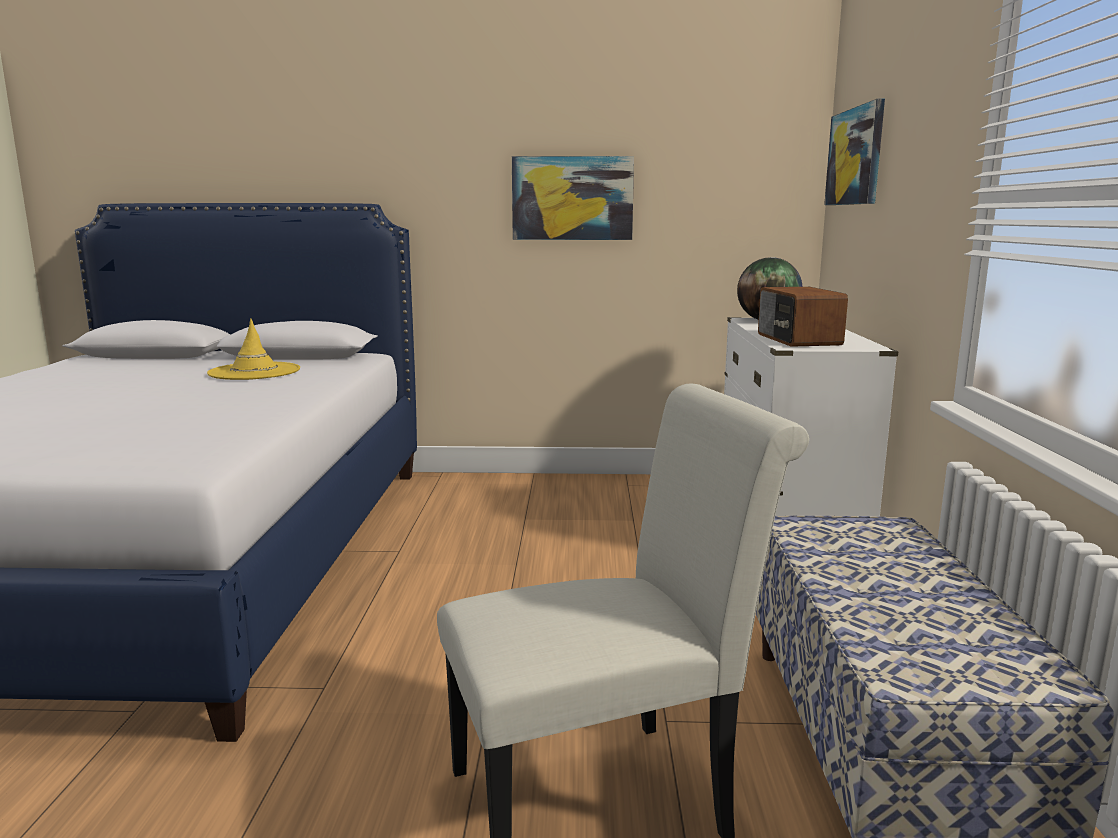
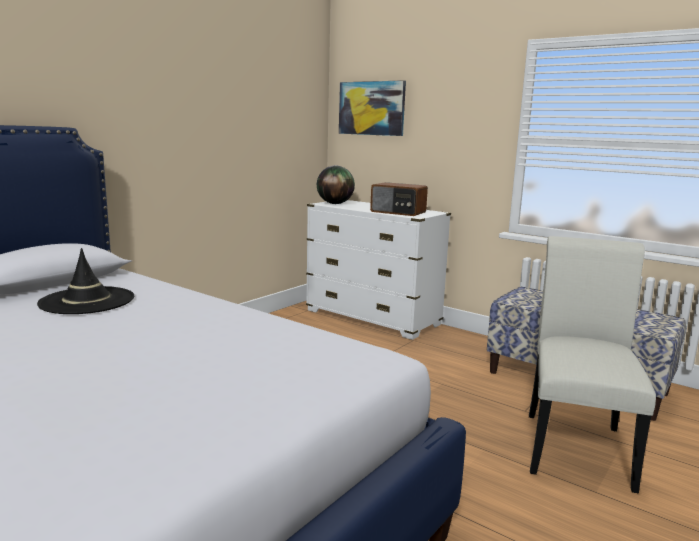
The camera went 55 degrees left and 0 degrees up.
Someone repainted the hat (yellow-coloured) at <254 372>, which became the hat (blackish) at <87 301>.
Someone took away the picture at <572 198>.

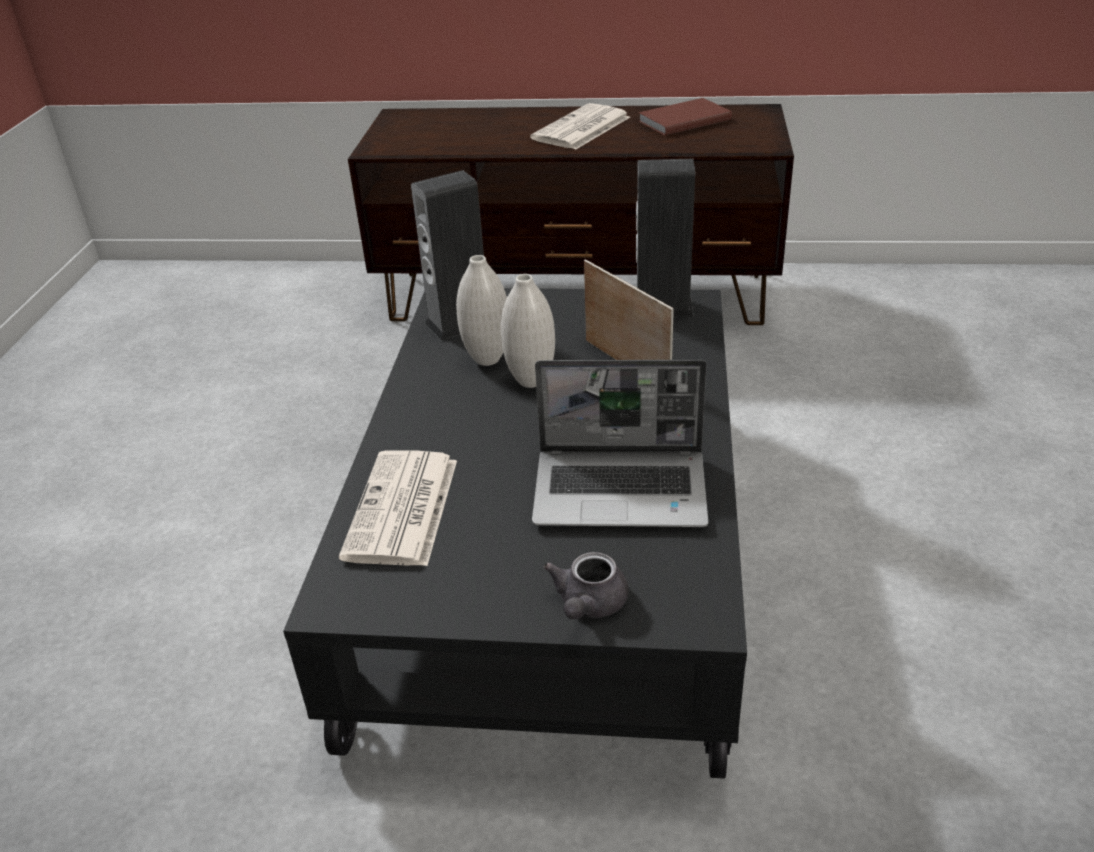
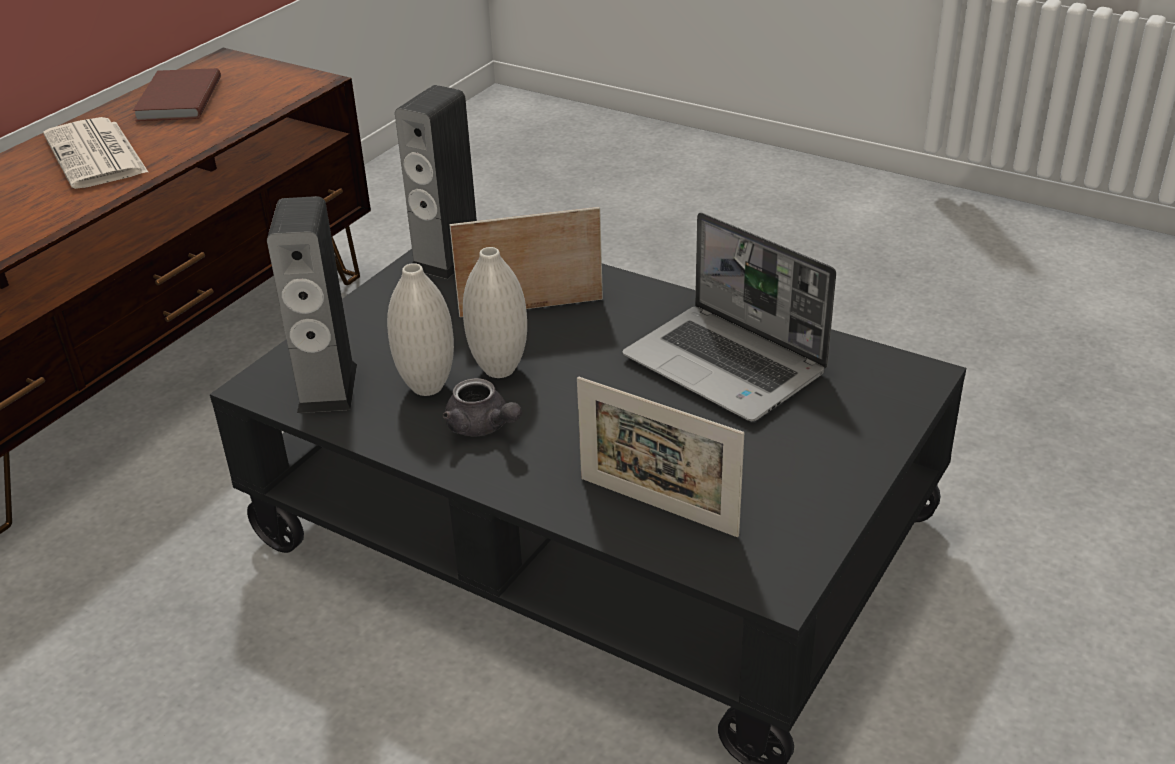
The camera went 65 degrees left and 0 degrees up.
Someone carried the pot for tea (grey) from <588 605> to <482 427>.
Someone swapped the printed paper at <402 510> for the photo frame at <657 506>.
Someone rotated the notebook computer at <622 490> by 105 degrees clockwise.

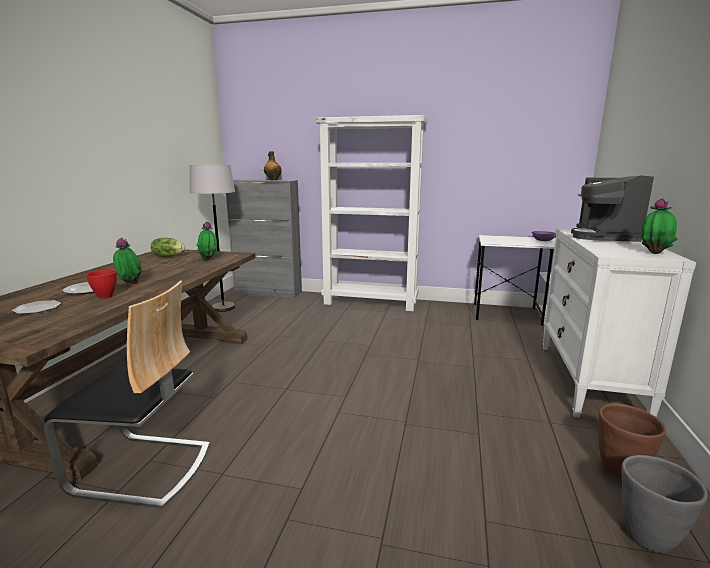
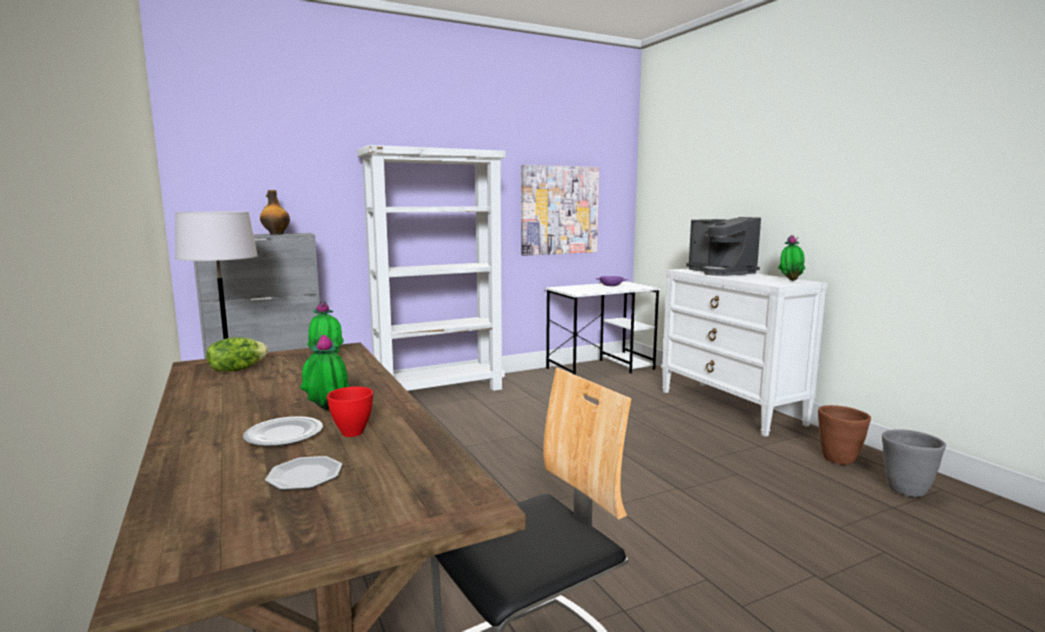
The camera went 40 degrees left and 5 degrees down.
Someone put up the picture at <559 210>.

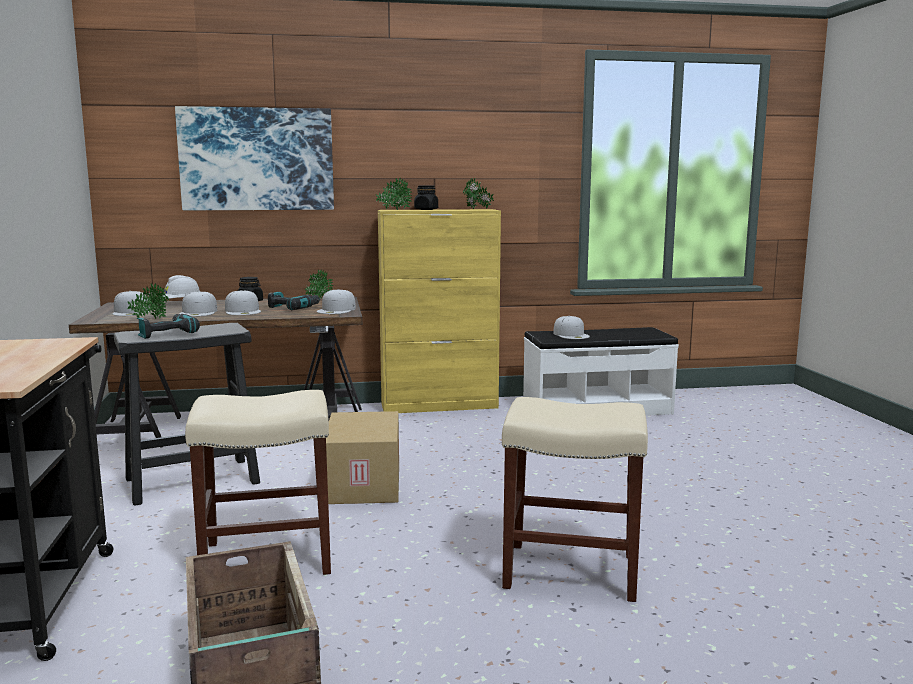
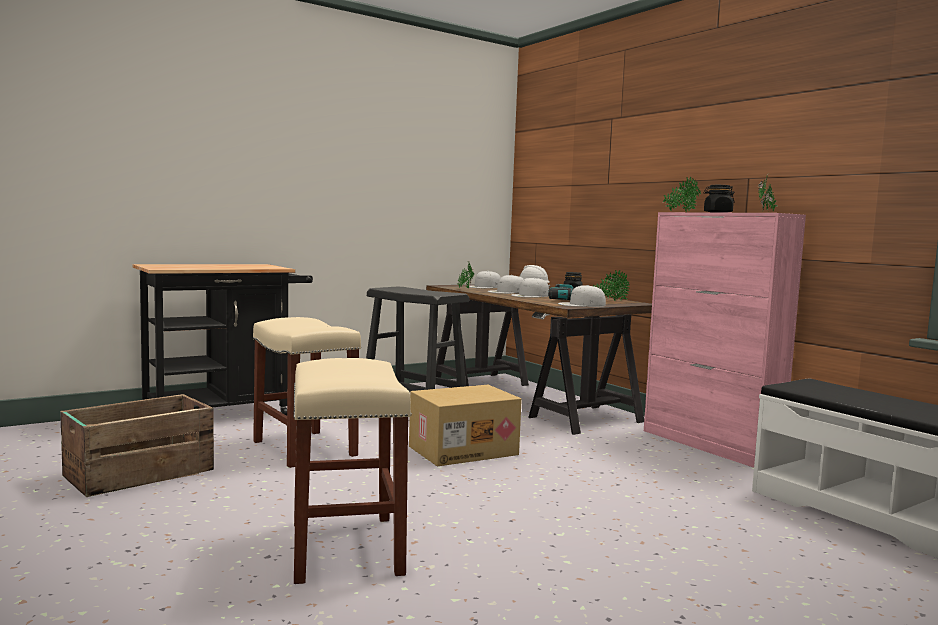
The camera went 65 degrees right and 5 degrees down.
Someone repainted the cupboard (yellow-coloured) at <440 406>, which became the cupboard (pink) at <709 445>.
Someone took away the power drill at <166 333>.
Someone took away the picture at <257 159>.
Someone took away the peaked cap (whitish) at <571 335>.

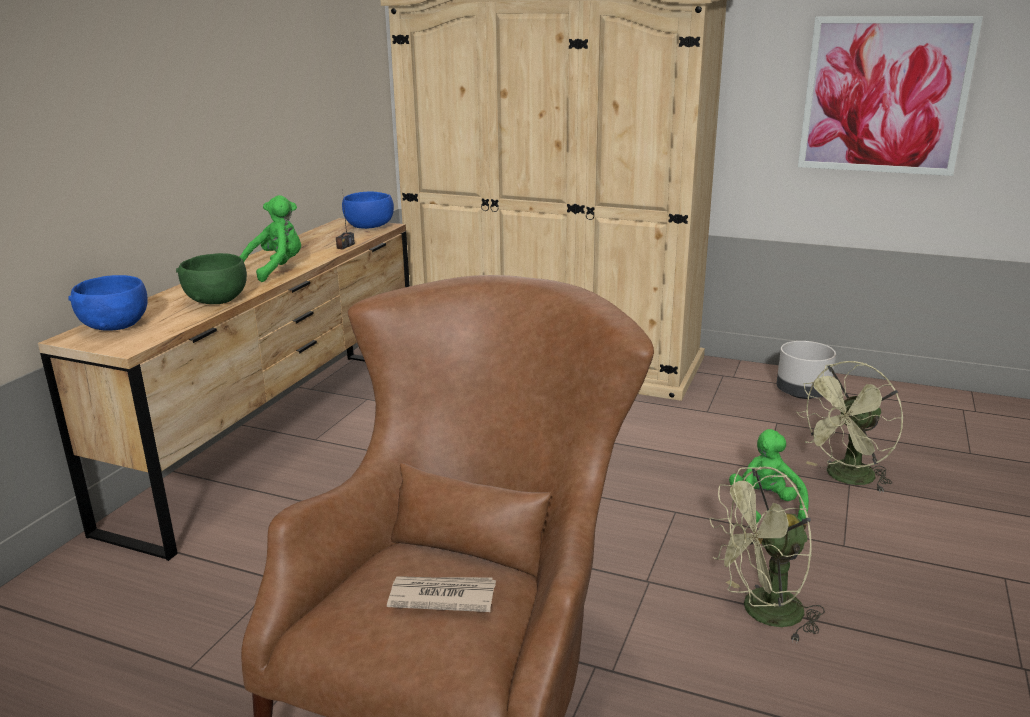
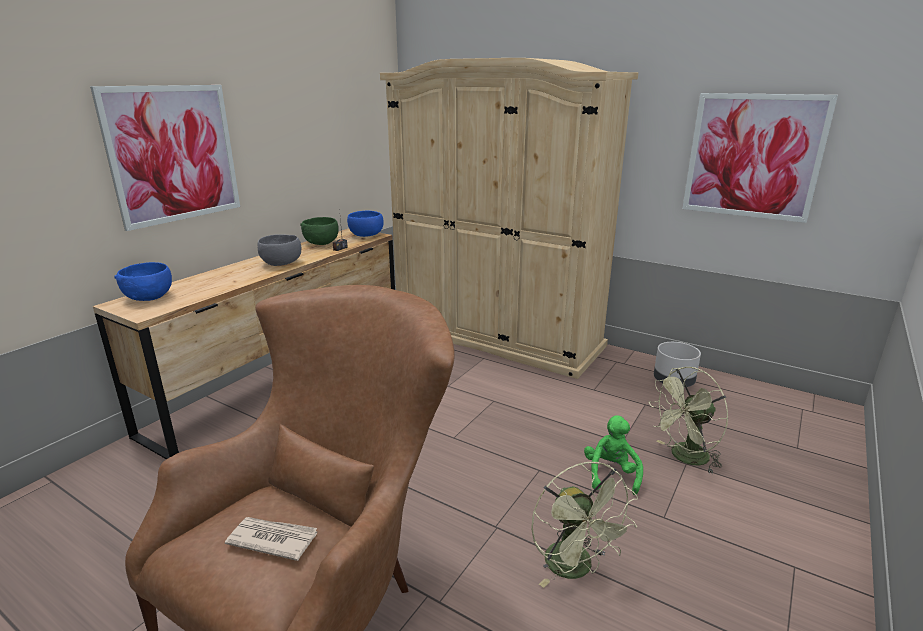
The camera went 10 degrees right and 0 degrees up.
Someone put up the picture at <174 154>.
Someone swapped the soft toy (greenish) at <276 270> for the deep dish (grey) at <282 263>.
Someone carried the deep dish (greenish) from <217 300> to <321 243>.
Someone rotated the electric fan (greenish) at <762 613> by 105 degrees counterclockwise.

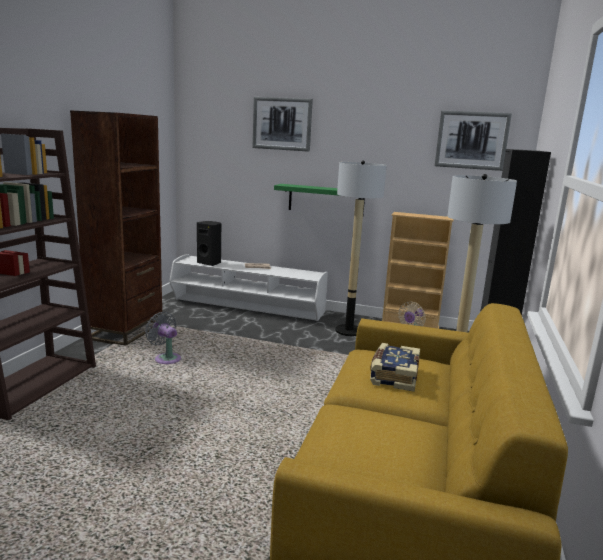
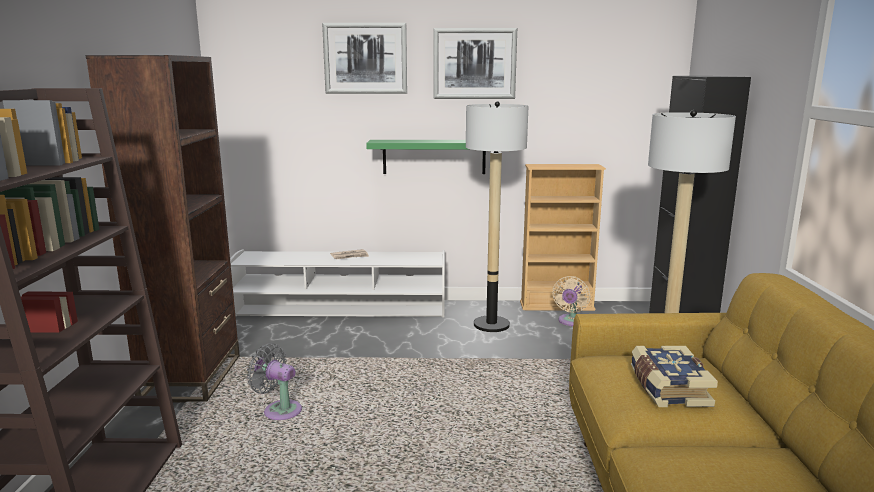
The camera went 15 degrees left and 0 degrees up.
Someone carried the picture from <471 140> to <474 63>.
Someone took away the speaker (blackish) at <209 263>.

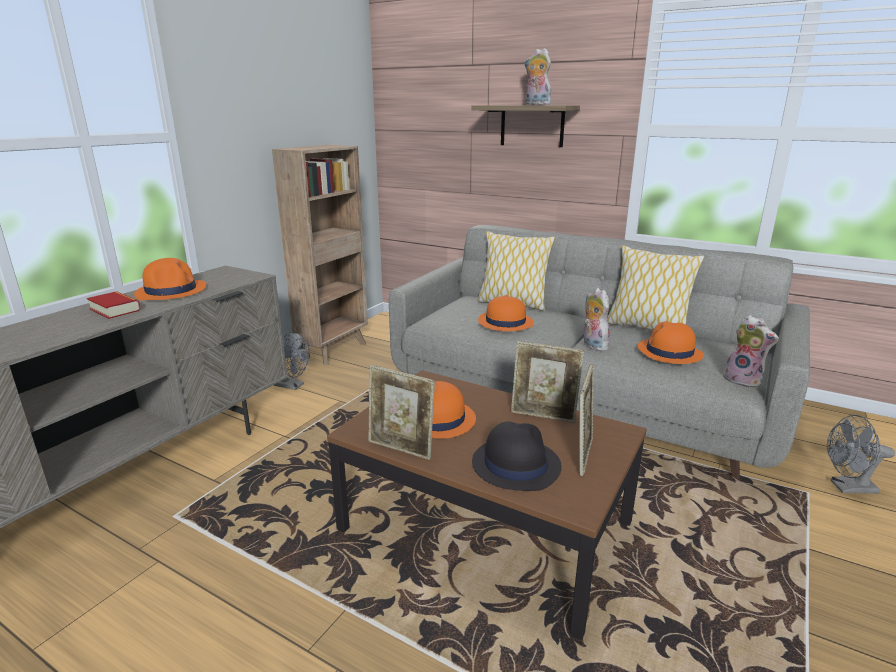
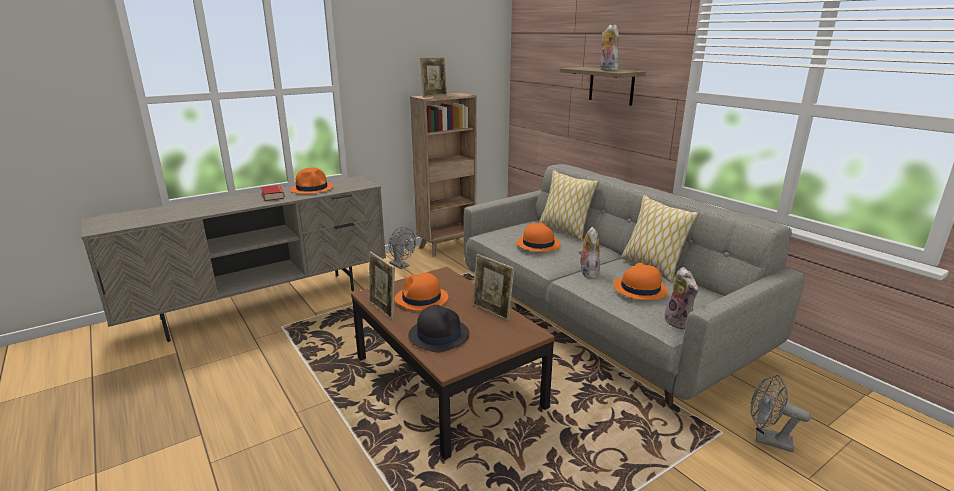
The camera went 25 degrees right and 0 degrees up.
Someone carried the photo frame from <582 455> to <434 96>.

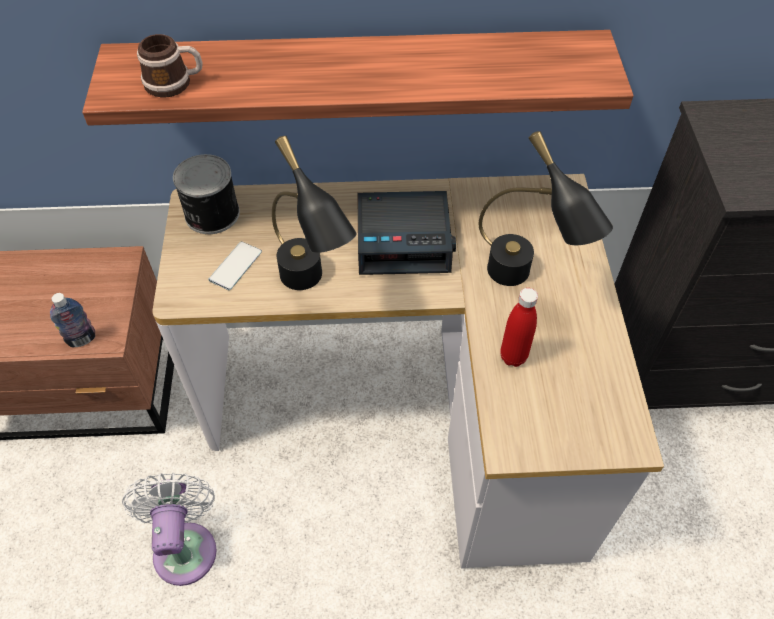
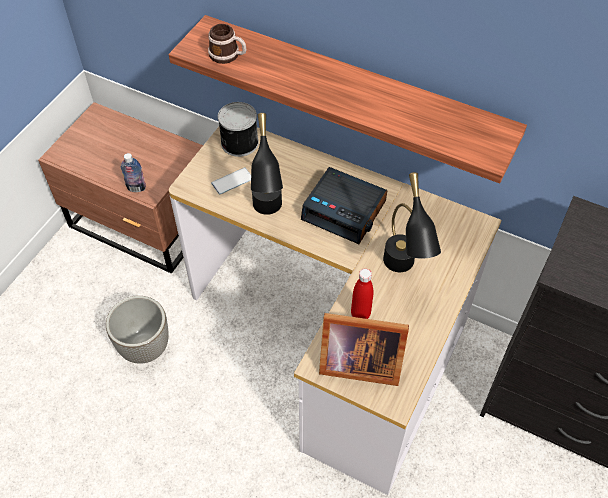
The camera went 30 degrees right and 0 degrees up.
Someone swapped the electric fan (whitish) at <185 546> for the flower pot at <144 347>.
Someone put down the photo frame at <357 362>.

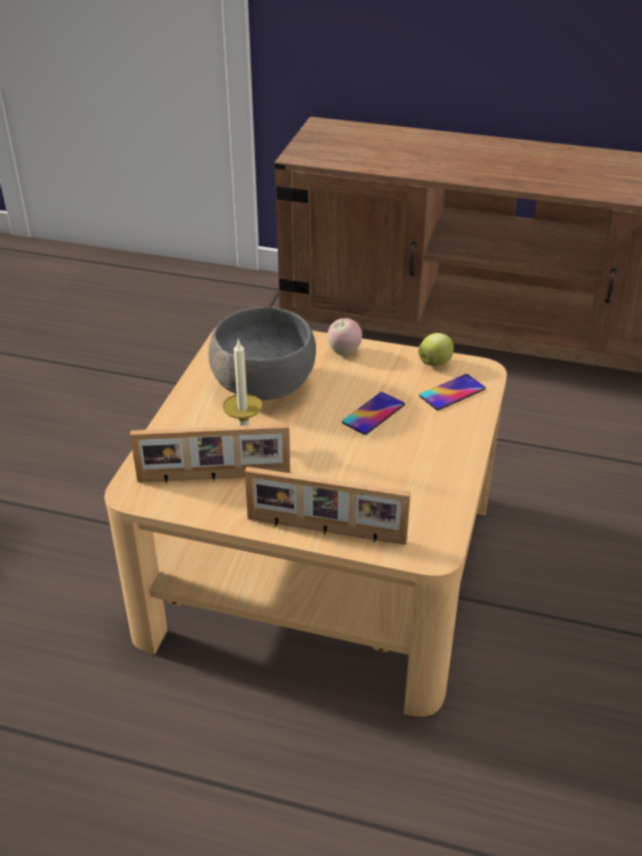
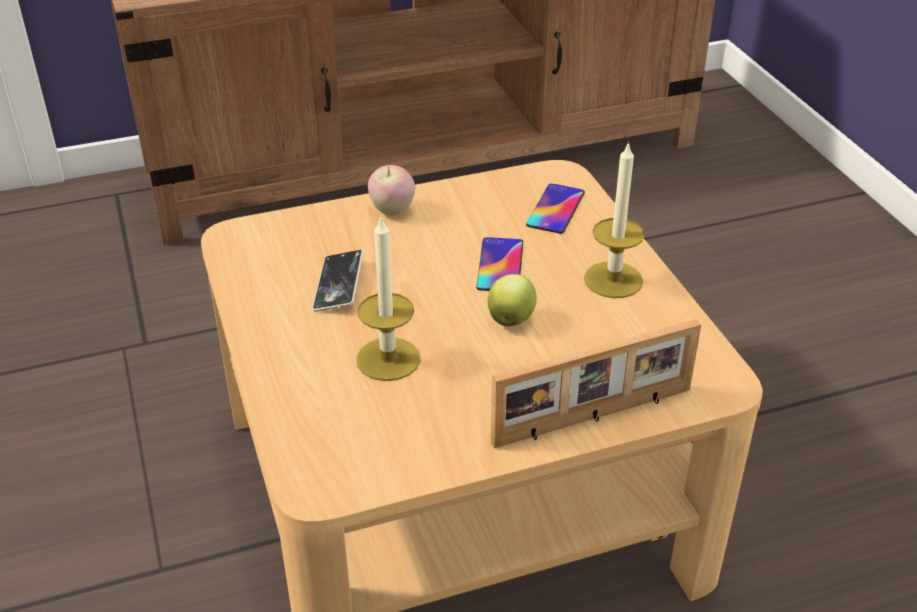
The camera went 35 degrees left and 0 degrees up.
Someone swapped the deep dish (grey) at <263 385> for the phone at <338 285>.
Someone carried the whole apple from <435 363> to <511 319>.
Someone put down the wax candle at <613 280>.
Someone took away the photo frame at <214 478>.

